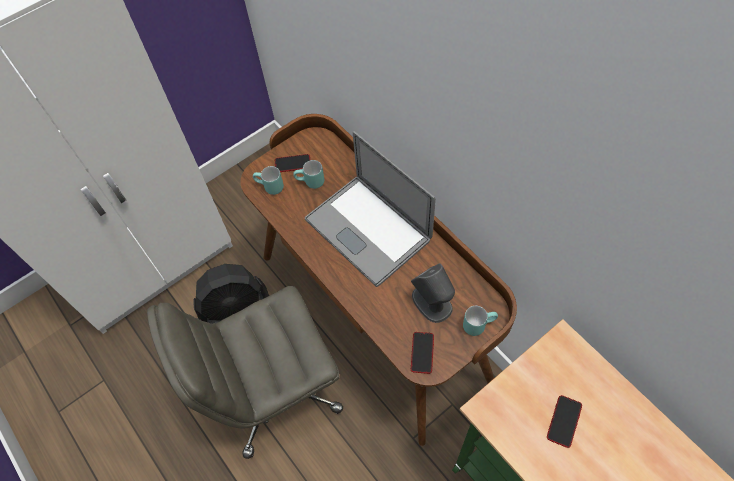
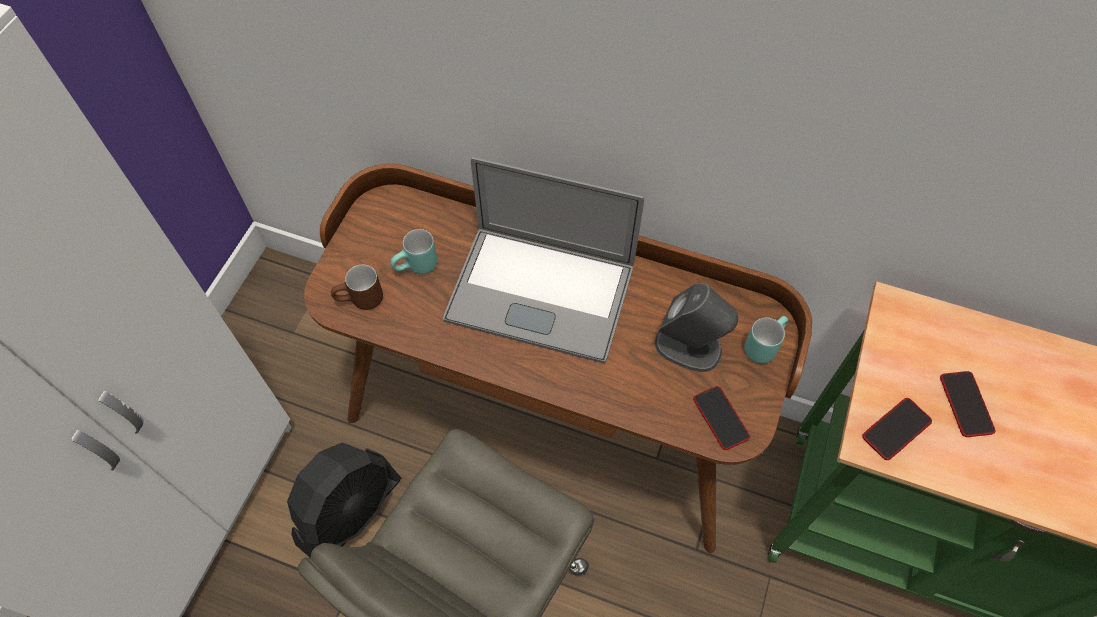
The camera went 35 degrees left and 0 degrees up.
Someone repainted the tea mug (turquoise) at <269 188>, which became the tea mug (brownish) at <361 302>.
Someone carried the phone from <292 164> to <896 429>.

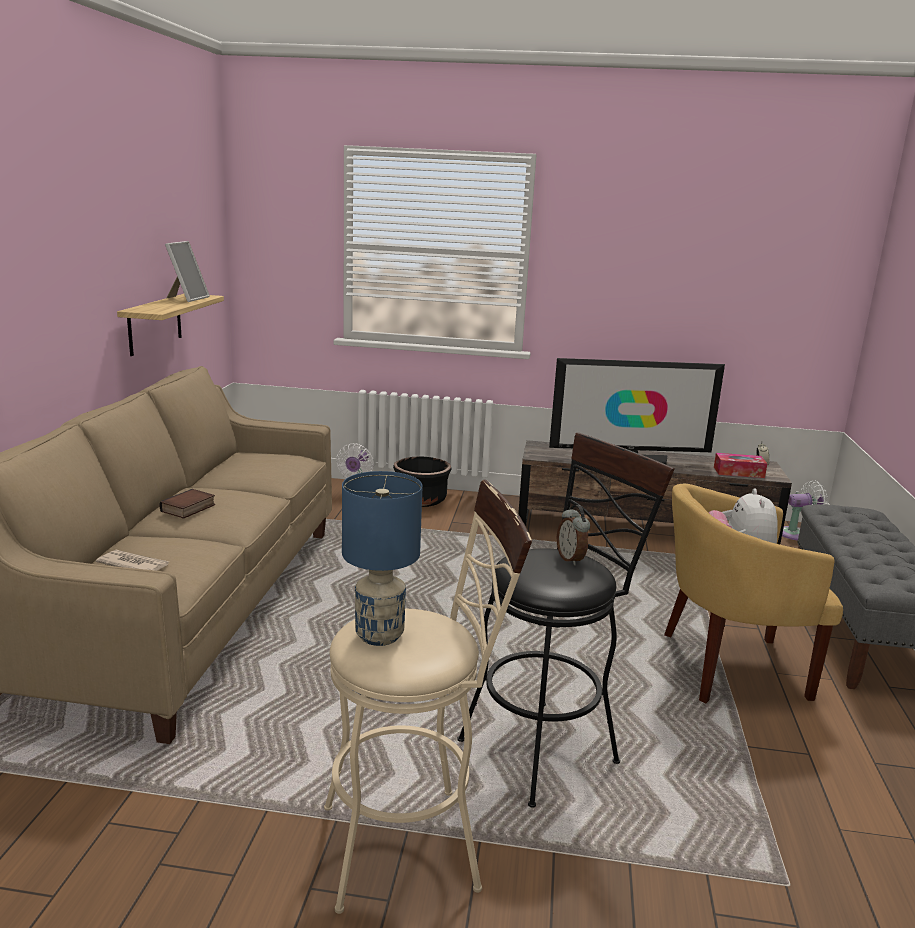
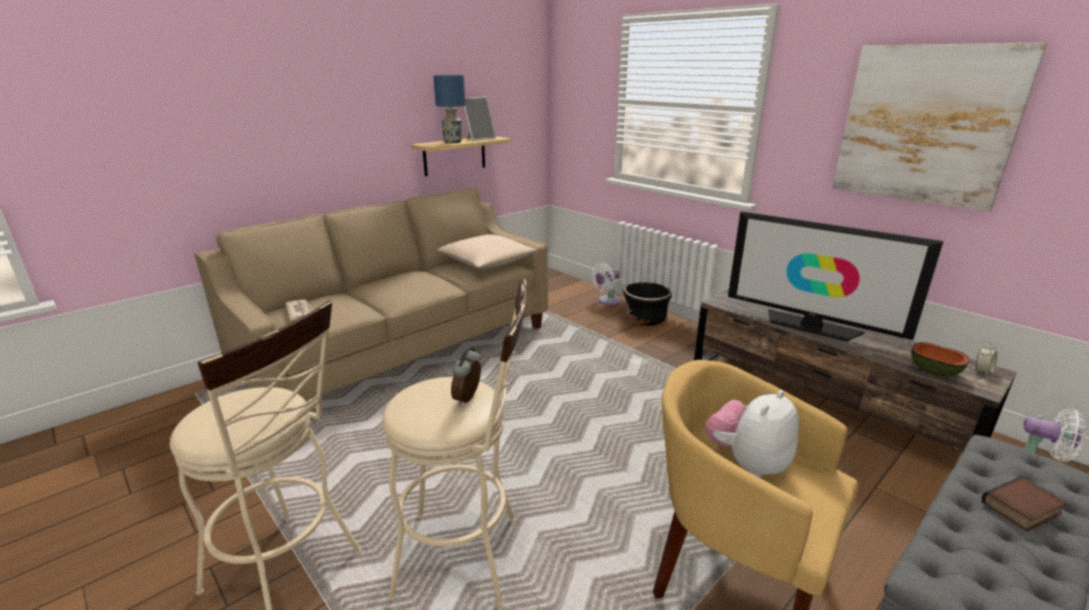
The camera went 40 degrees right and 5 degrees up.
Someone repainted the sitting stool (blackish) at <547 746>, which became the sitting stool (sand-coloured) at <469 556>.
Someone carried the tabletop lamp (blue-coloured) from <379 635> to <453 142>.
Someone put down the pillow (sand-coloured) at <487 262>.
Someone put up the picture at <925 125>.
Someone swapped the box of tissues at <738 472> for the deep dish at <935 371>.
Someone carried the volume from <188 509> to <1022 509>.

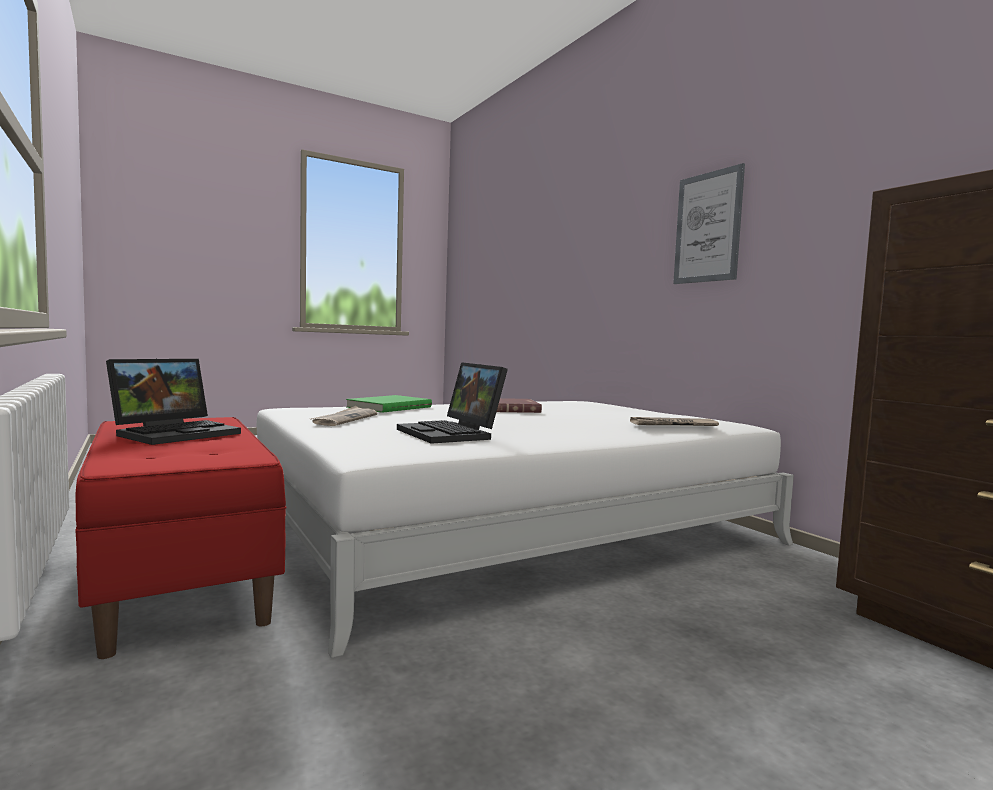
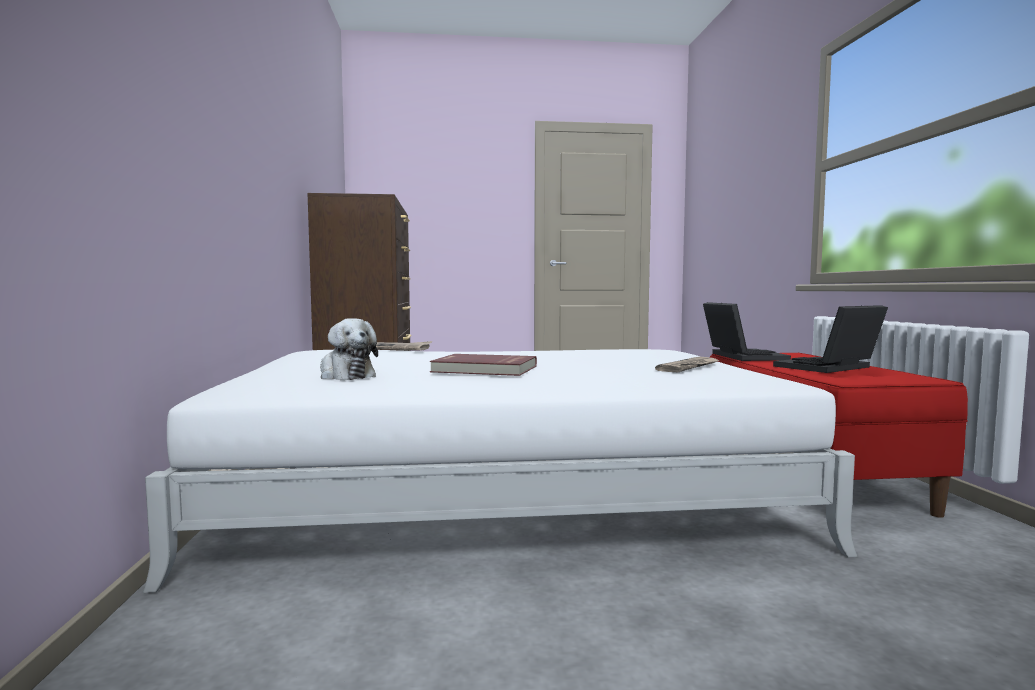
The camera went 155 degrees left and 0 degrees up.
Someone put down the soft toy at <345 375>.
Someone carried the notebook computer from <453 434> to <740 356>.
Someone took away the volume (greenish) at <388 407>.
Someone took away the picture at <707 227>.

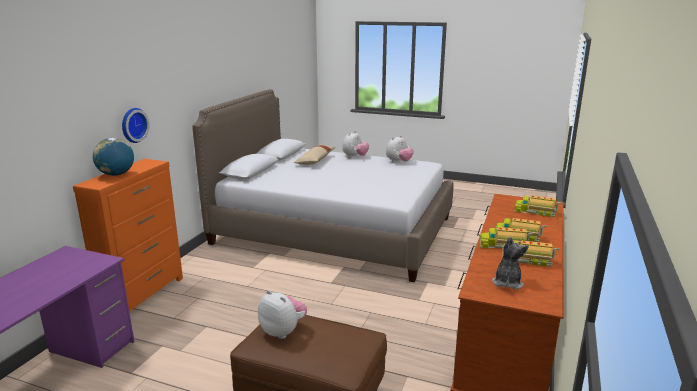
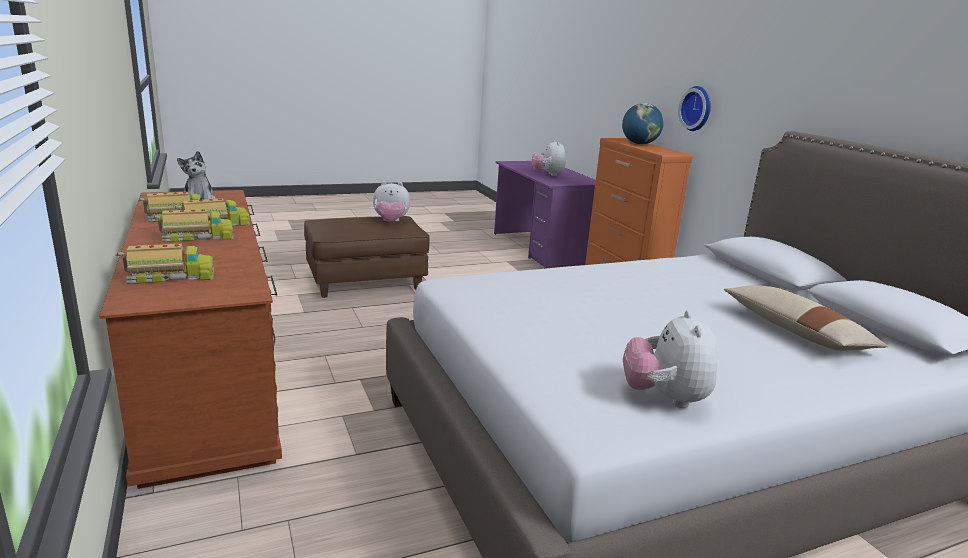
The camera went 135 degrees right and 0 degrees up.
Someone carried the soft toy from <355 157> to <548 174>.

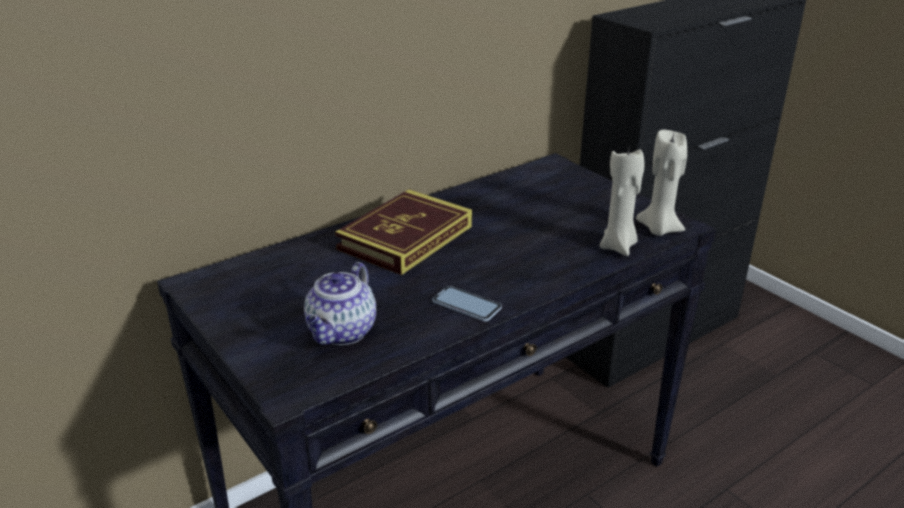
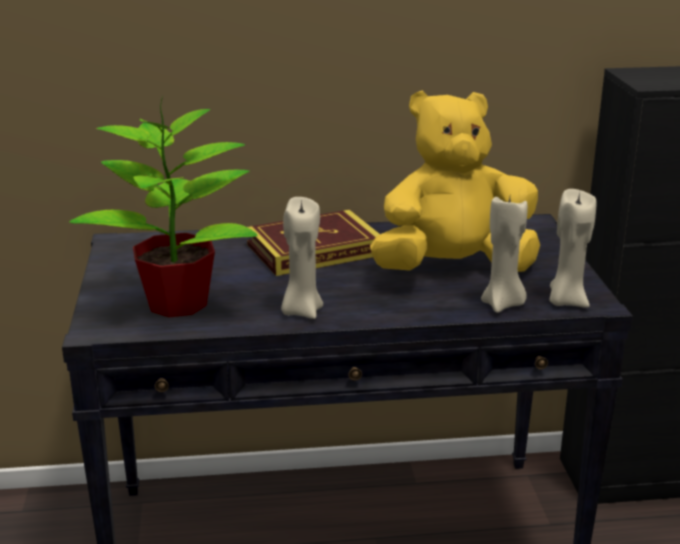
The camera went 30 degrees right and 5 degrees down.
Someone swapped the pot for tea at <342 333> for the plant in a pot at <179 303>.
Someone swapped the phone at <466 305> for the wax candle (sand-coloured) at <301 311>.
Someone put down the soft toy (yellow-coloured) at <452 269>.

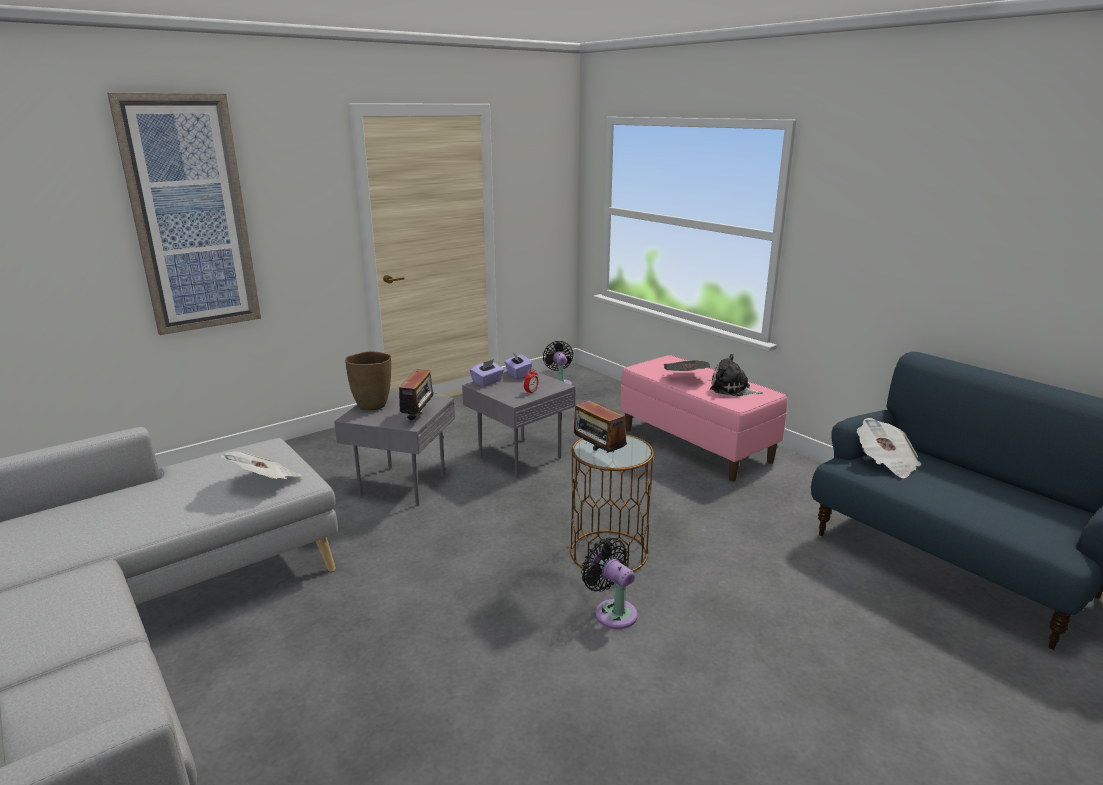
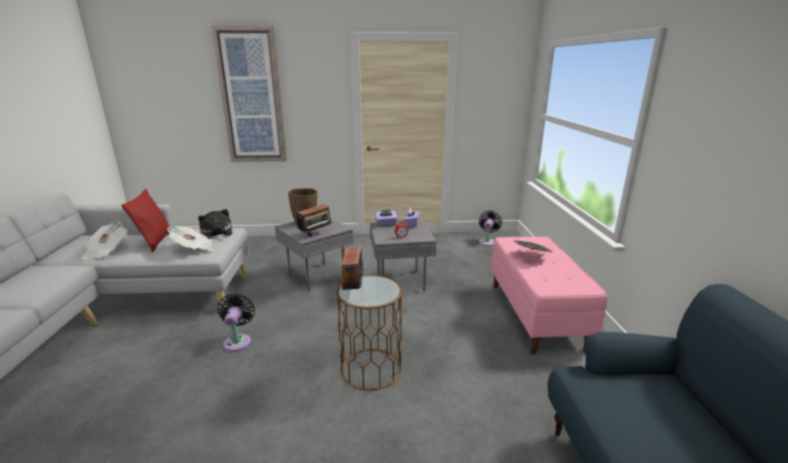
The camera went 35 degrees right and 0 degrees up.
Someone carried the printed paper from <886 463> to <106 251>.
Someone put down the pillow (red) at <155 241>.
Someone carried the soft toy from <732 389> to <217 234>.
Someone carried the electric fan (blackish) from <612 612> to <238 341>.

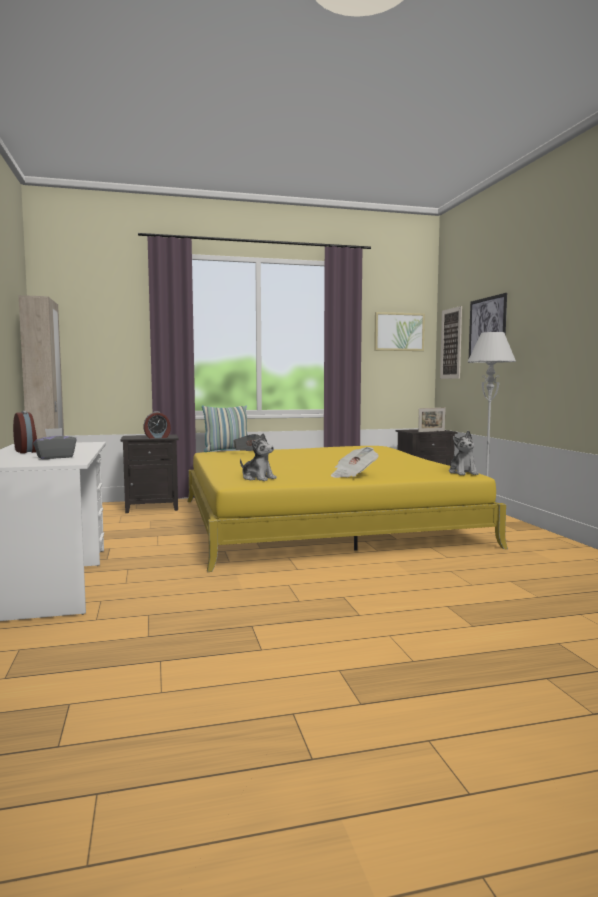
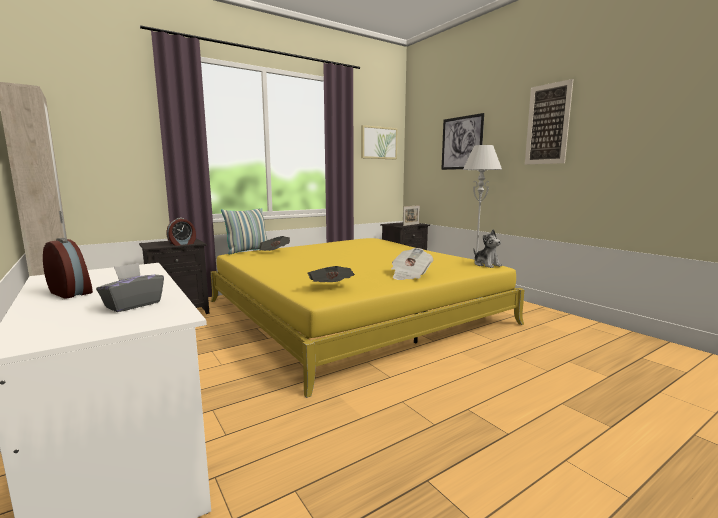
The camera went 20 degrees left and 5 degrees up.
Someone swapped the soft toy at <258 478> for the printed paper at <331 288>.
Someone carried the picture from <451 343> to <547 124>.

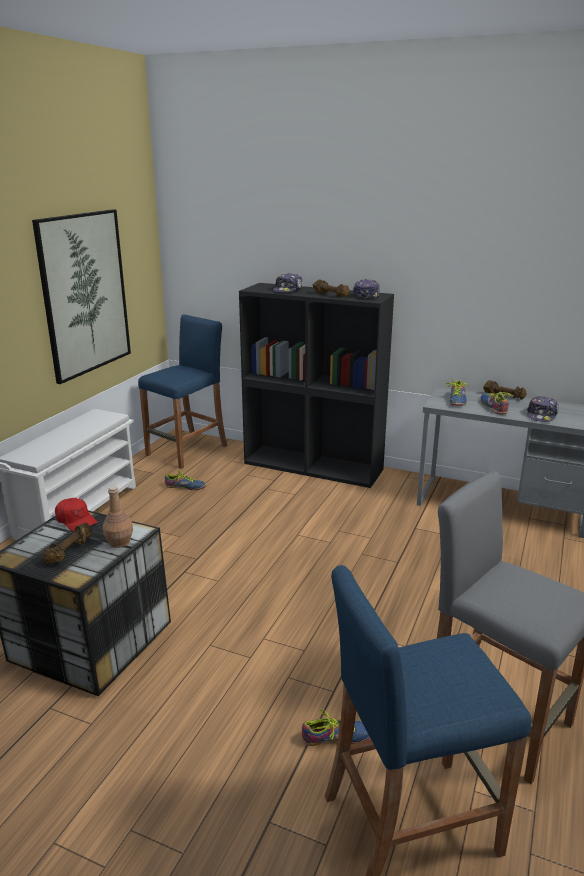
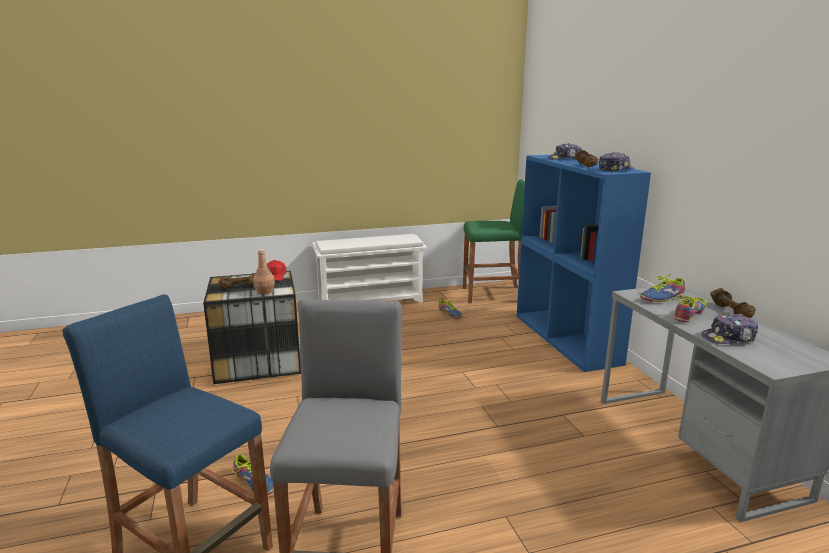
The camera went 50 degrees right and 5 degrees down.
Someone repainted the sitting stool (blue-coloured) at <187 451>, which became the sitting stool (greenish) at <493 295>.
Someone repainted the bookshelf (blackish) at <314 466>, which became the bookshelf (blue-coloured) at <567 339>.
Someone took away the picture at <85 294>.

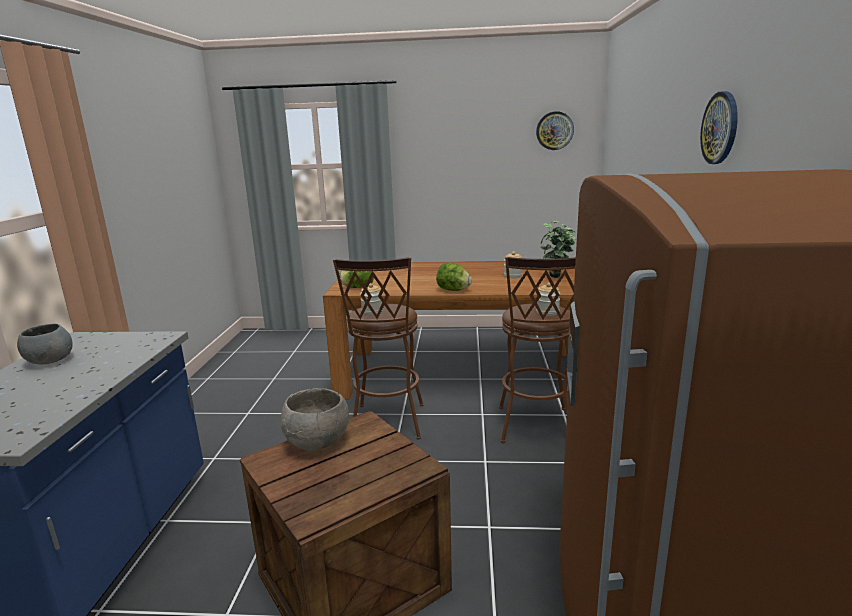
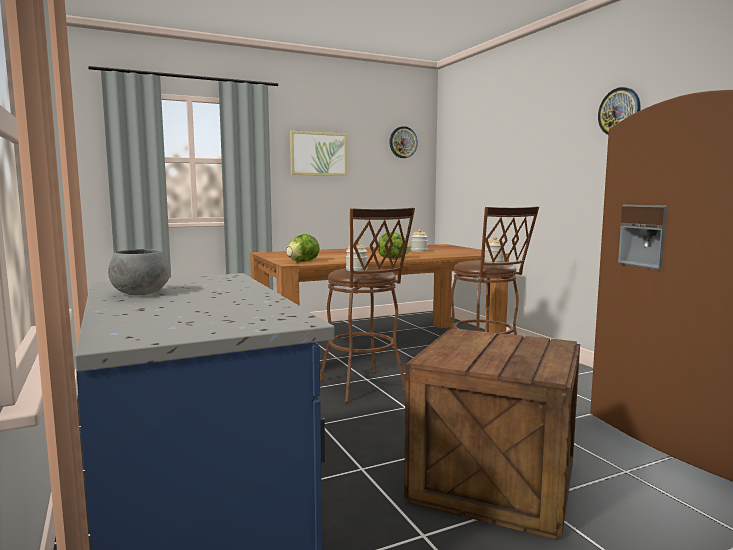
The camera went 30 degrees left and 10 degrees down.
Someone put up the picture at <318 154>.
Someone took away the deep dish (grey) at <317 443>.
Someone took away the plant in a pot at <556 278>.

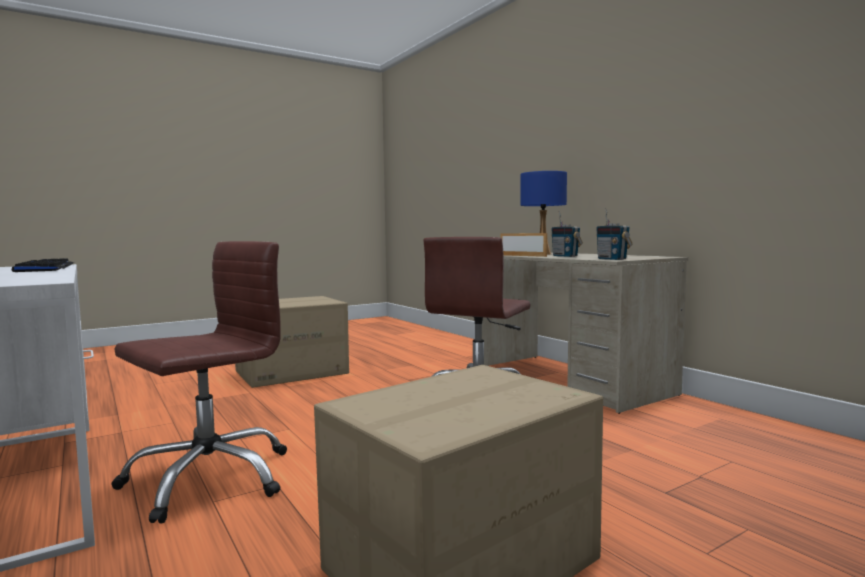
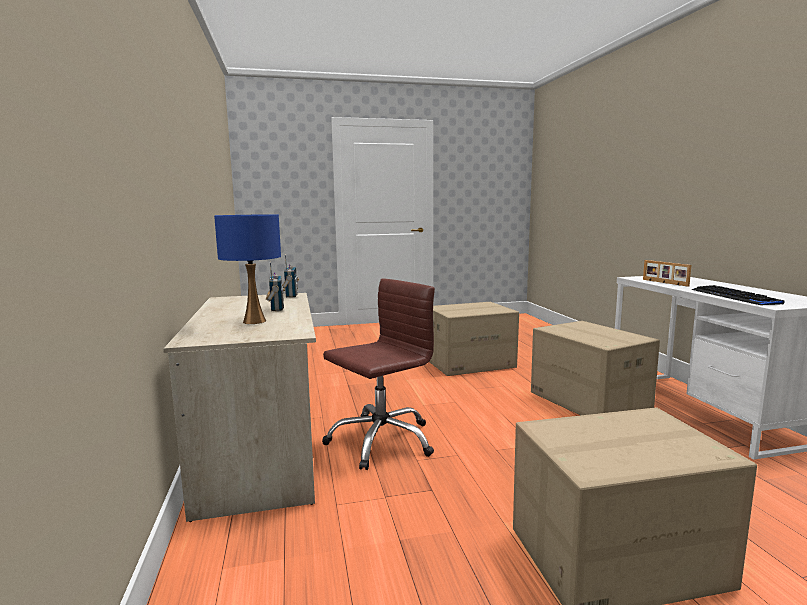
The camera went 160 degrees left and 5 degrees up.
Someone swapped the office chair (brownish) at <209 478> for the carton at <588 401>.
Someone carried the photo frame from <523 255> to <664 283>.

